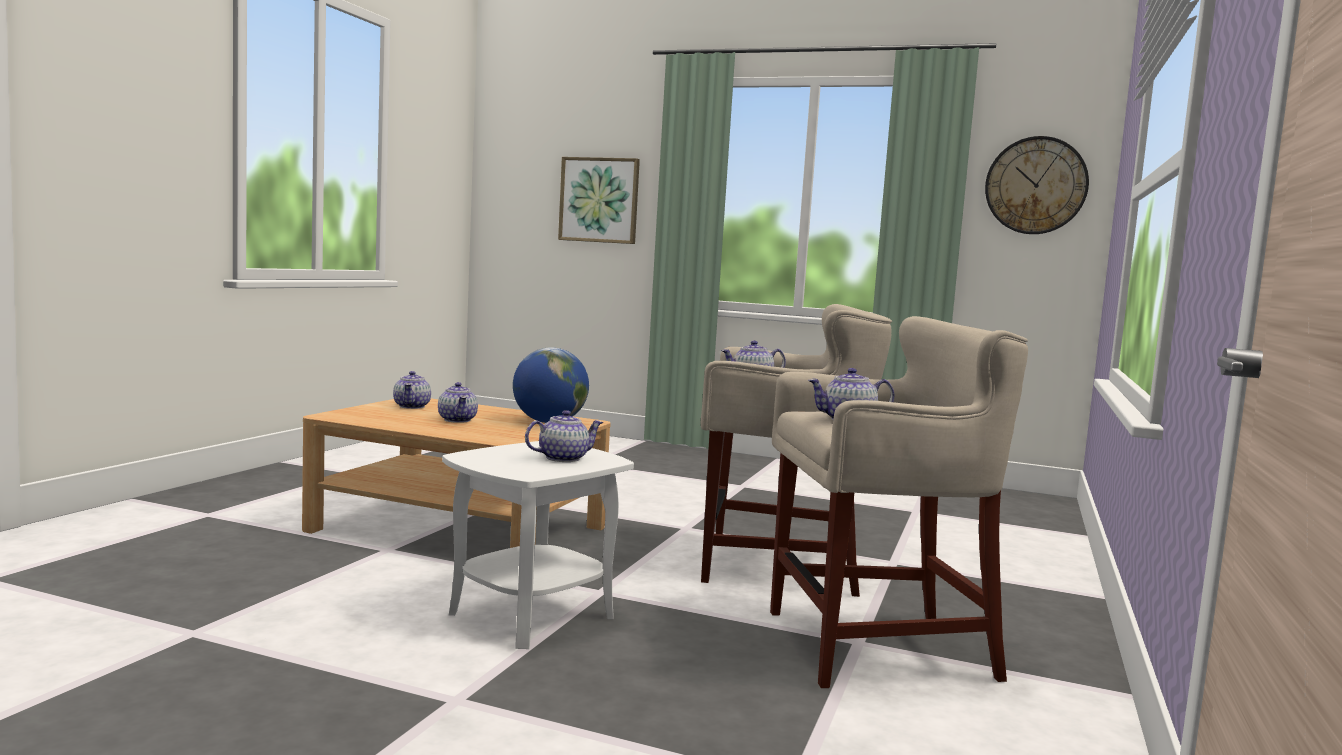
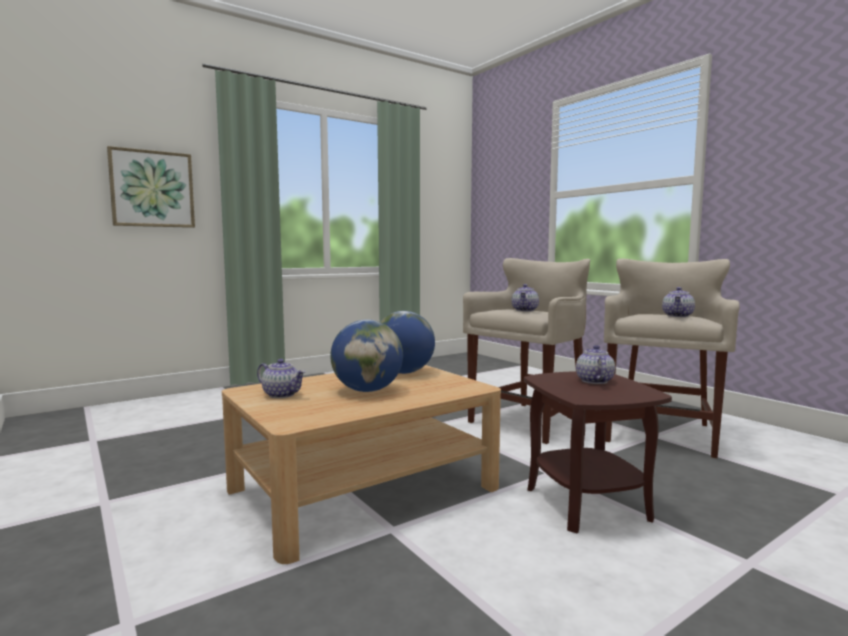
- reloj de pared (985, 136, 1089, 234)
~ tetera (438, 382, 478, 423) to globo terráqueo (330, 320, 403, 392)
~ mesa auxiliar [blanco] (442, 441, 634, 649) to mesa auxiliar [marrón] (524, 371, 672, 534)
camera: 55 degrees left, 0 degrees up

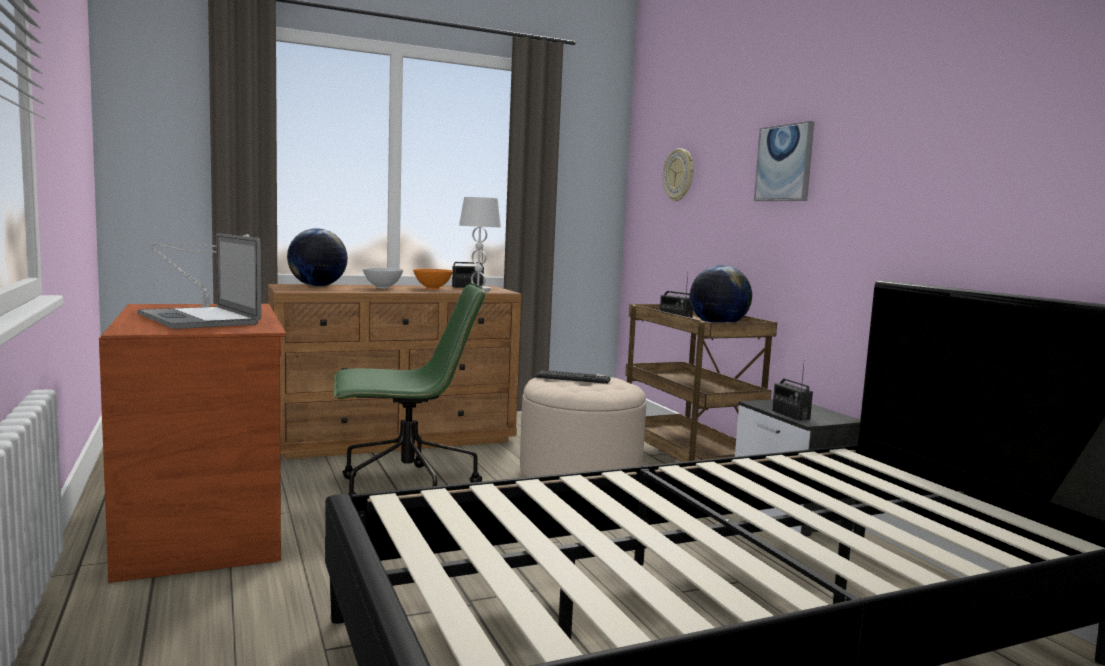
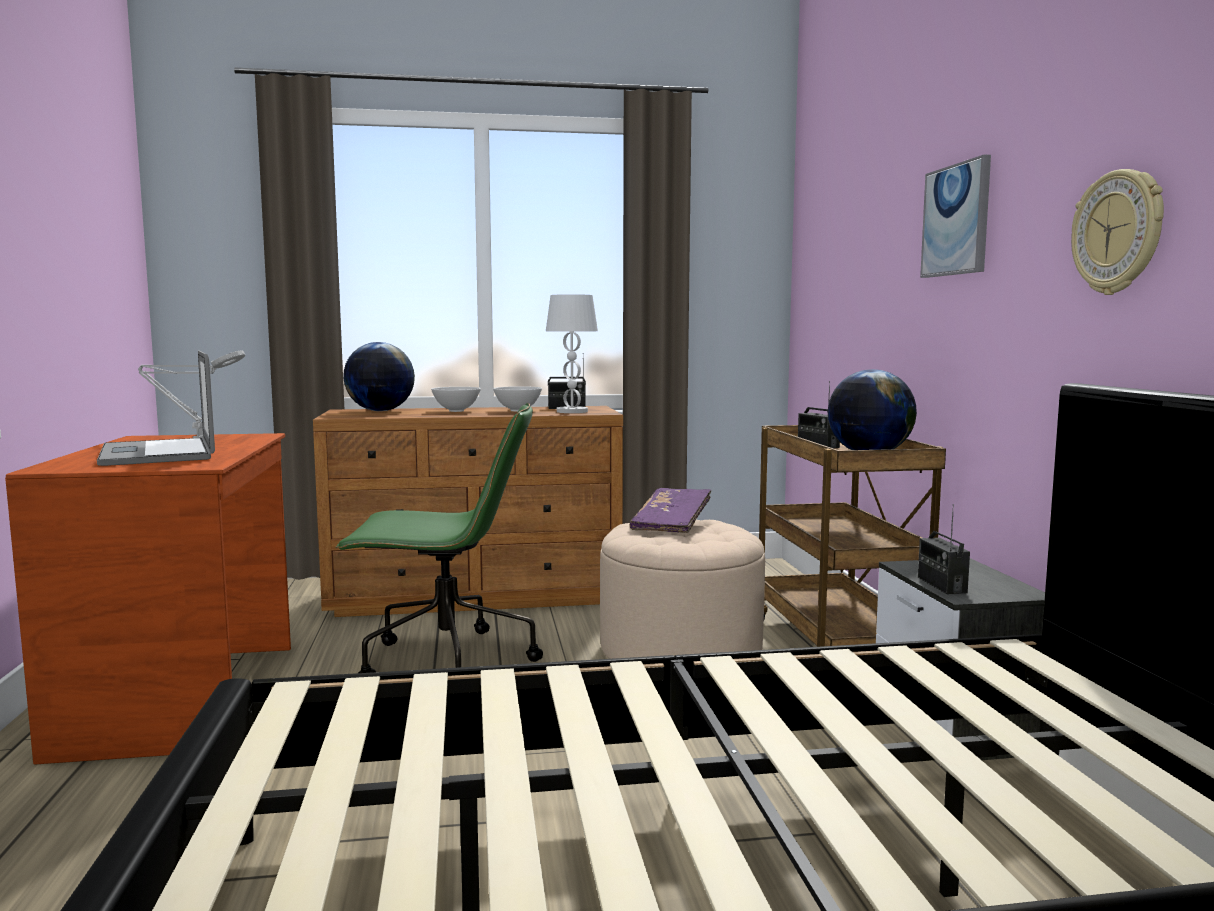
~ reloj de pared (663, 148, 694, 202) to (1071, 169, 1164, 295)
~ teclado (536, 370, 611, 384) to libro [morado] (630, 488, 711, 533)
~ cuenco [naranja] (413, 269, 453, 289) to cuenco [blanco] (493, 386, 542, 412)
camera: 15 degrees right, 0 degrees up

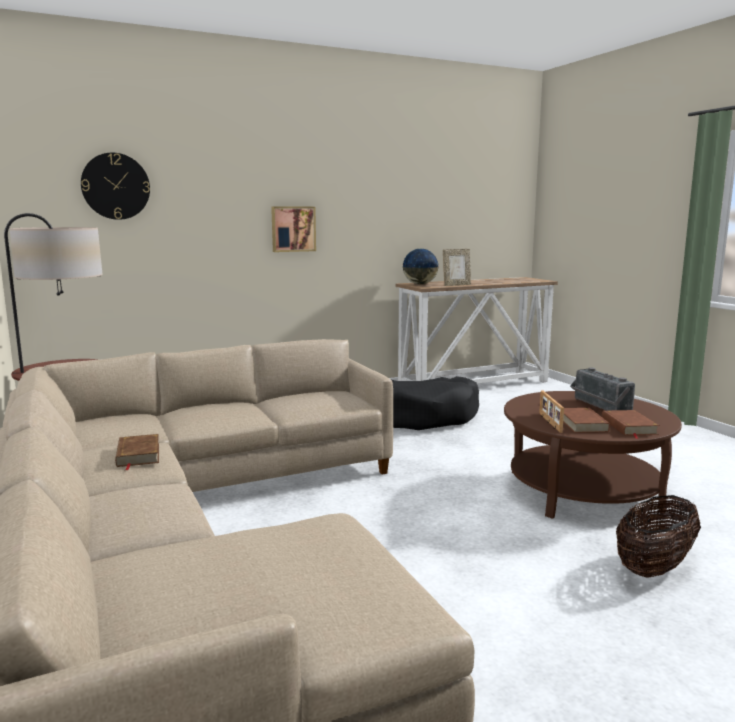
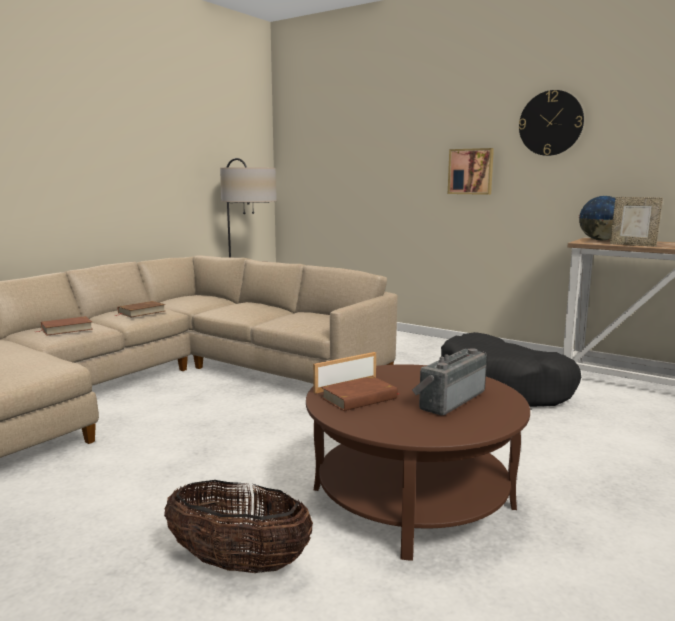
~ reloj de pared (81, 153, 150, 220) to (519, 90, 584, 156)
~ libro [marrón] (602, 410, 660, 439) to (37, 316, 93, 336)
camera: 60 degrees right, 0 degrees up

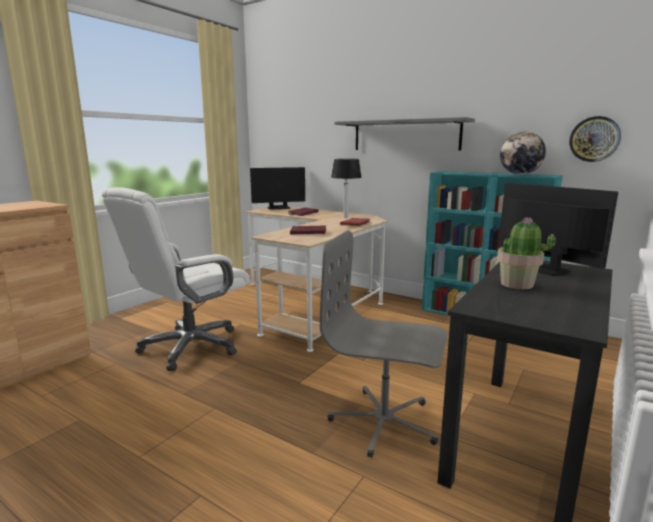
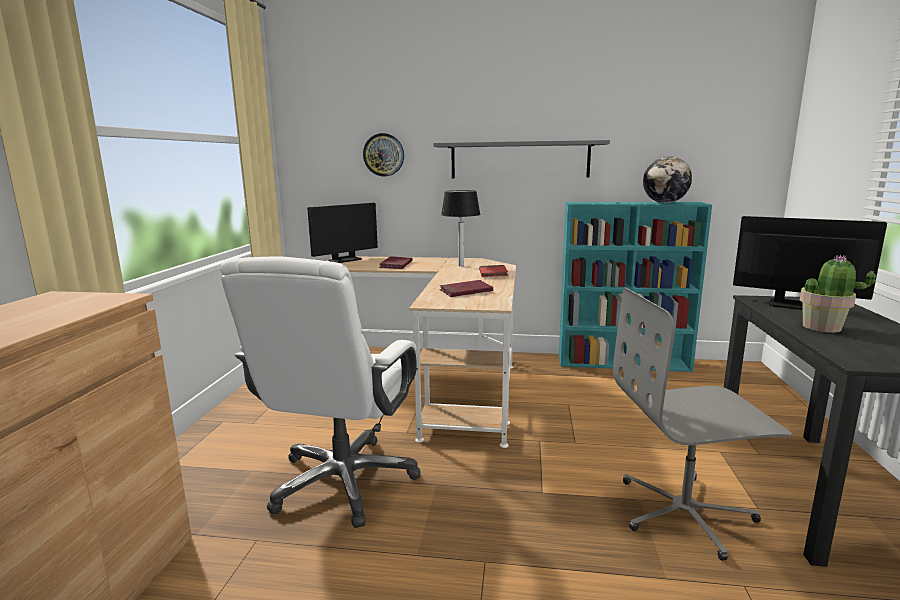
~ reloj de pared (569, 116, 621, 162) to (363, 133, 404, 176)
camera: 25 degrees left, 0 degrees up

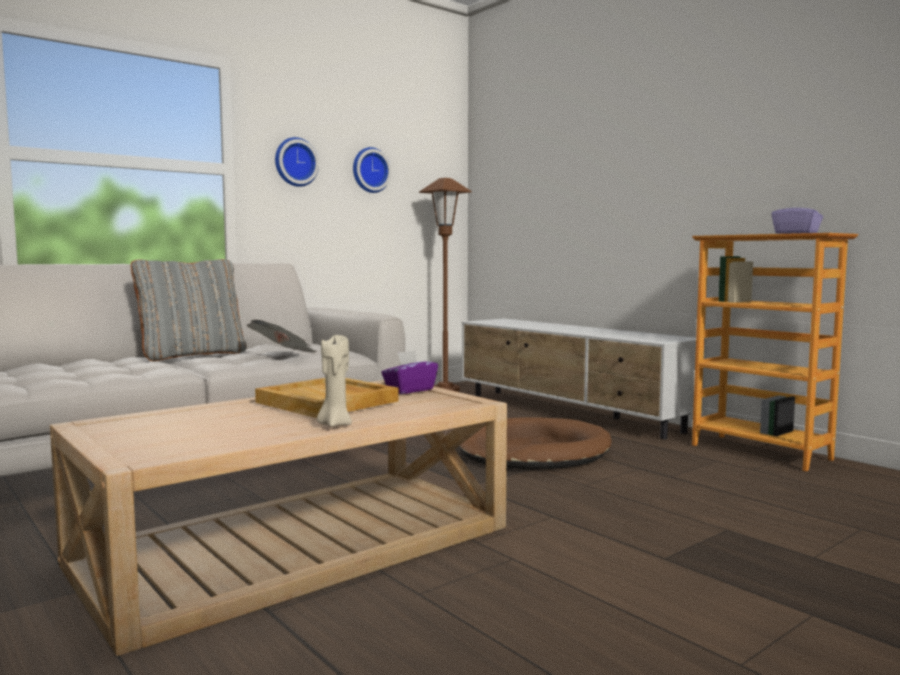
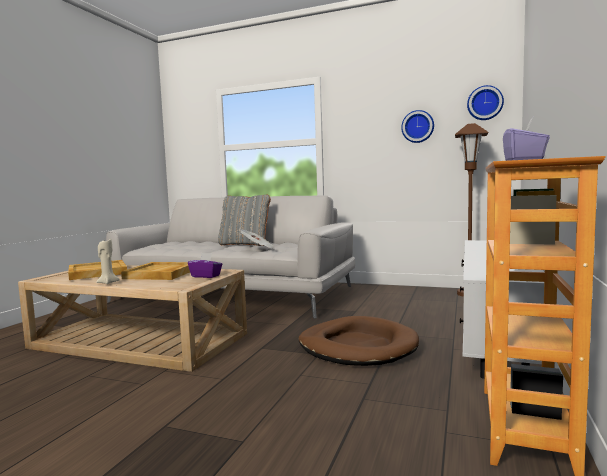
+ bandeja [beis] (68, 260, 127, 280)
~ reloj de pared (275, 137, 319, 187) to (467, 85, 504, 120)
camera: 60 degrees right, 0 degrees up

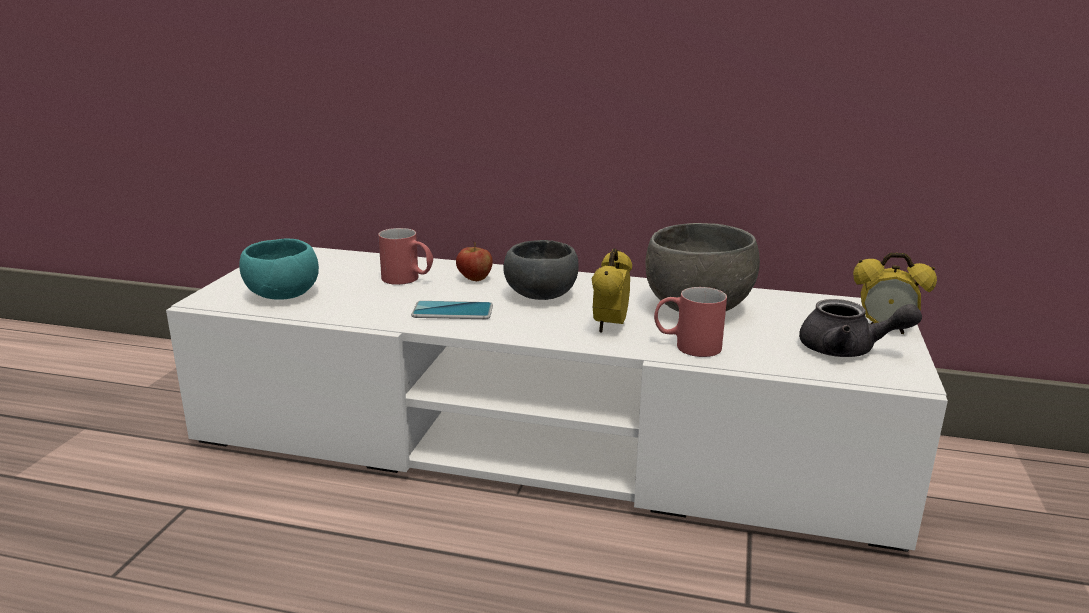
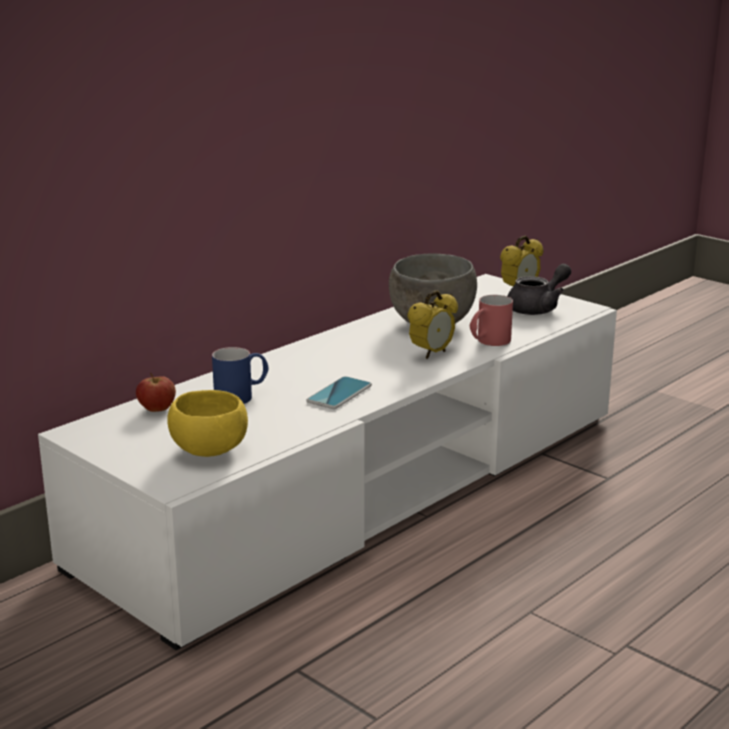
- cuenco [gris] (503, 240, 579, 300)
~ manzana (456, 242, 493, 281) to (136, 373, 176, 412)
~ cuenco [turquesa] (239, 239, 319, 300) to cuenco [amarillo] (167, 390, 248, 457)
~ taza grande [rojo] (378, 228, 433, 285) to taza grande [azul] (212, 347, 269, 404)
~ despertador (592, 248, 632, 333) = (407, 290, 458, 359) 90 degrees counterclockwise
camera: 60 degrees left, 0 degrees up

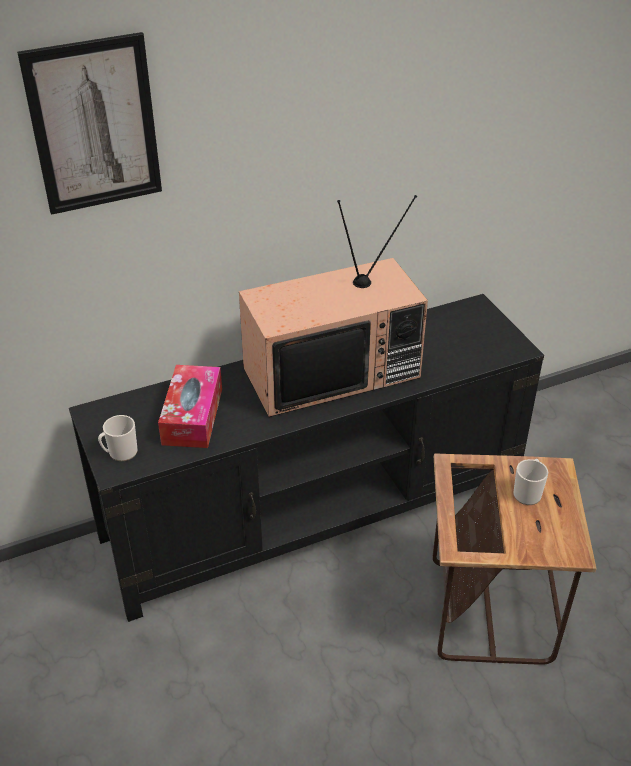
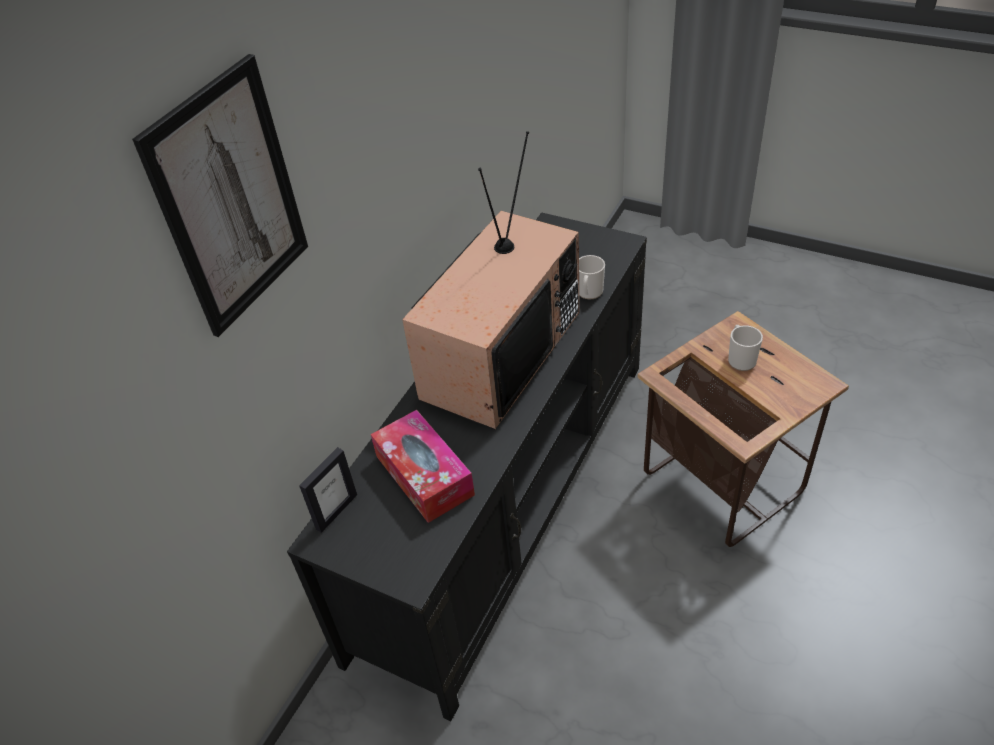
+ portarretratos (299, 447, 357, 533)
~ taza grande (98, 415, 138, 461) to (579, 255, 605, 299)
camera: 35 degrees left, 5 degrees up

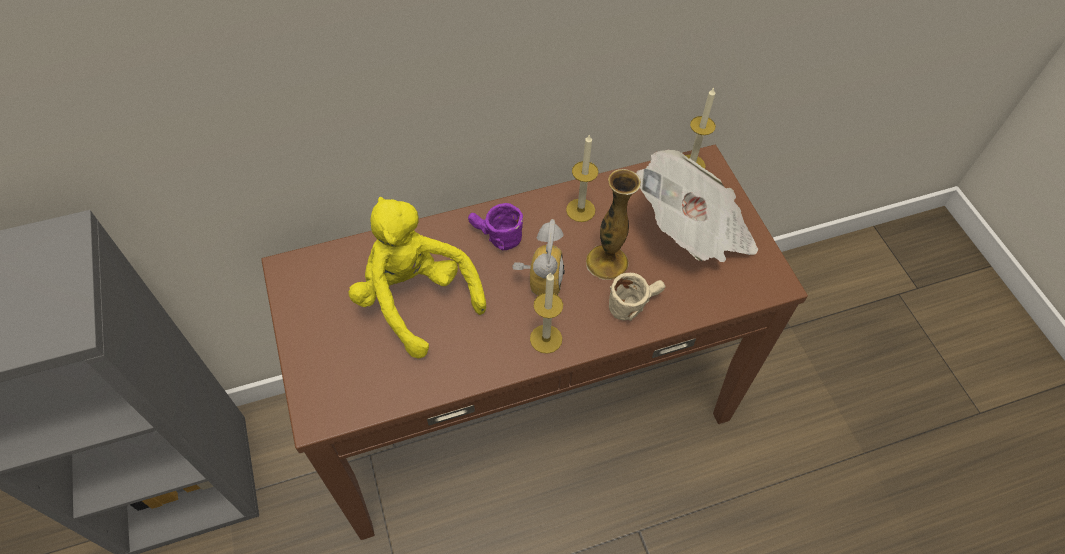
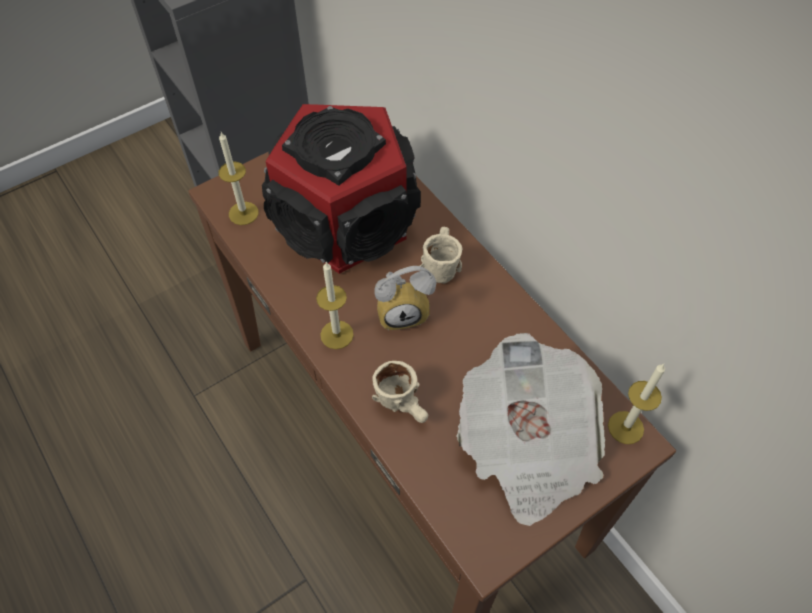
- florero (586, 169, 641, 280)
~ vela (566, 134, 598, 222) to (219, 132, 259, 225)
~ peluche [amarillo] (348, 197, 486, 359) to altavoz (262, 104, 421, 274)
~ taza grande [morado] (468, 203, 523, 250) to taza grande [beis] (420, 227, 463, 283)
camera: 75 degrees right, 0 degrees up

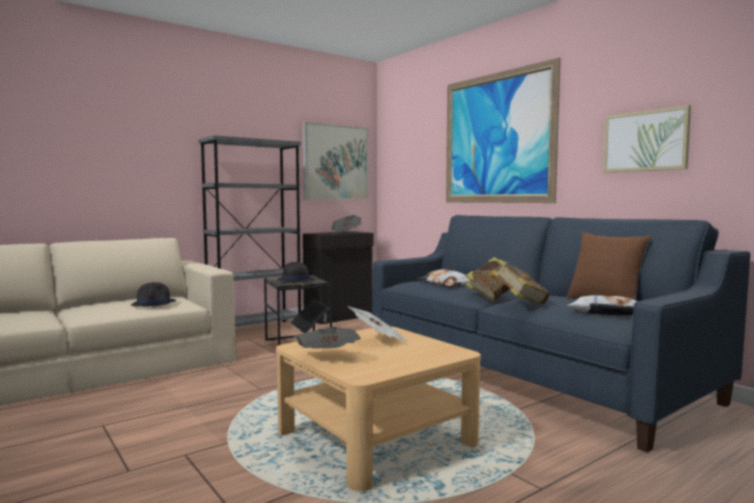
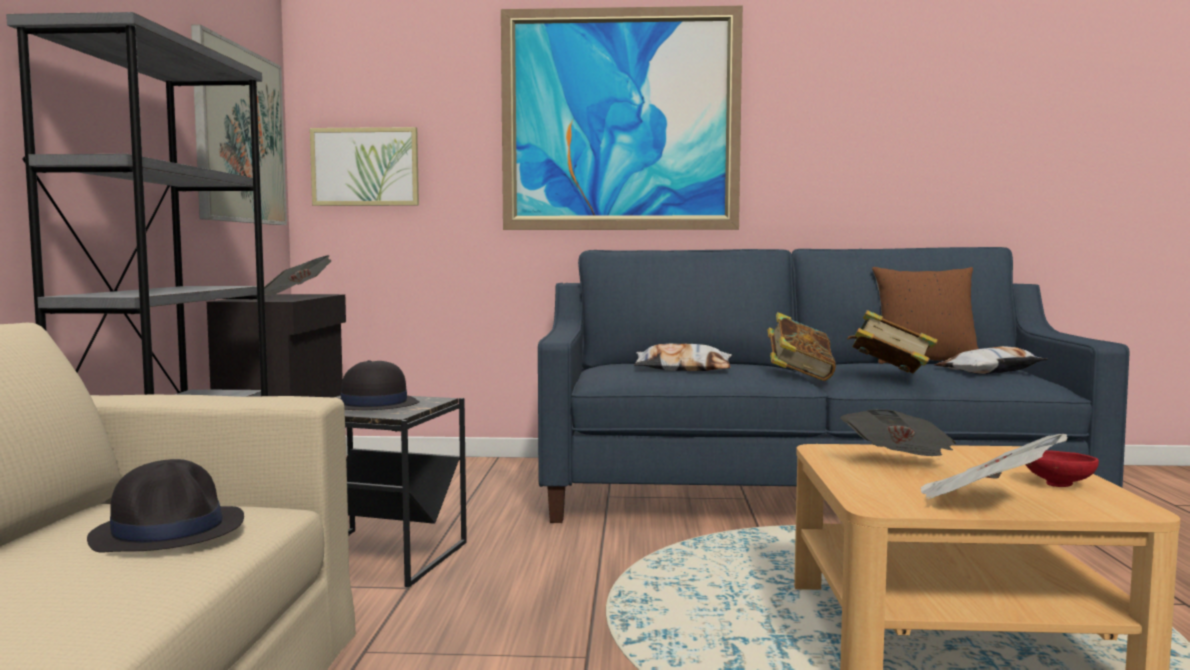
+ cuenco [rojo] (1025, 450, 1099, 487)
~ cuadro (603, 105, 691, 173) to (310, 127, 419, 206)
camera: 50 degrees left, 0 degrees up

